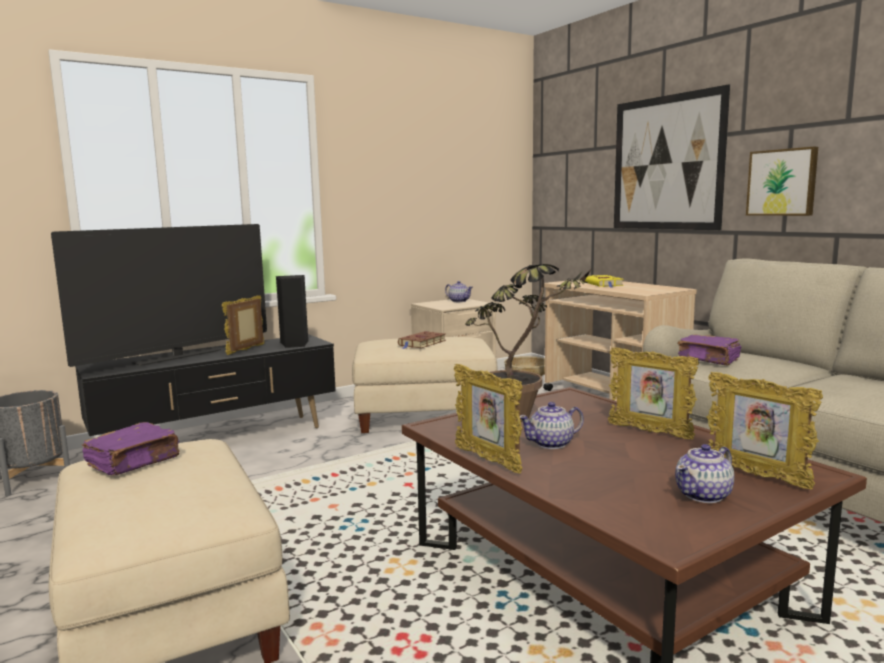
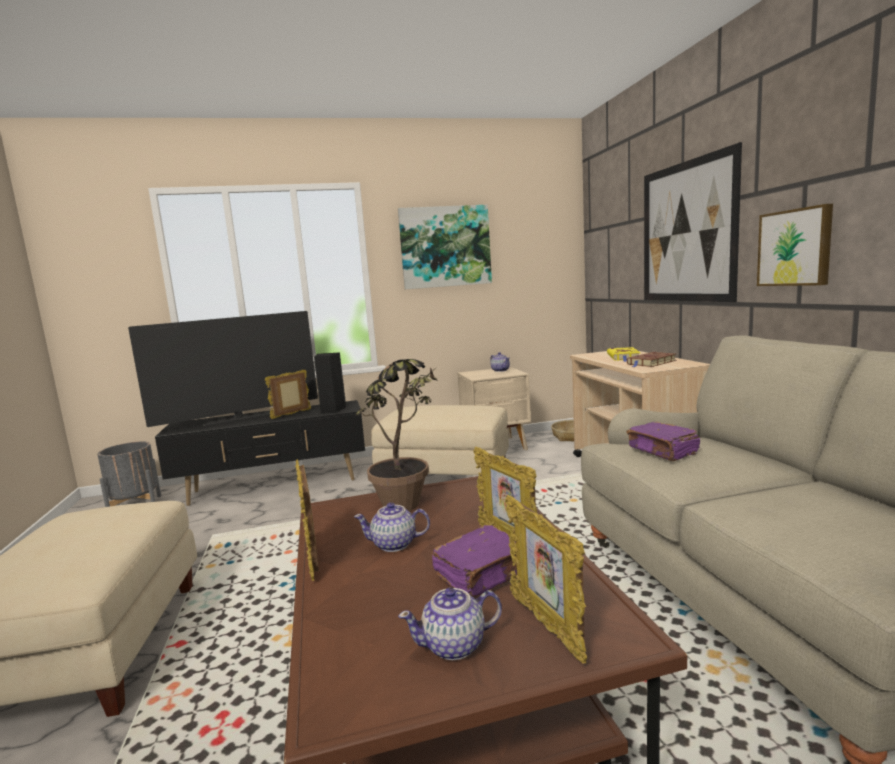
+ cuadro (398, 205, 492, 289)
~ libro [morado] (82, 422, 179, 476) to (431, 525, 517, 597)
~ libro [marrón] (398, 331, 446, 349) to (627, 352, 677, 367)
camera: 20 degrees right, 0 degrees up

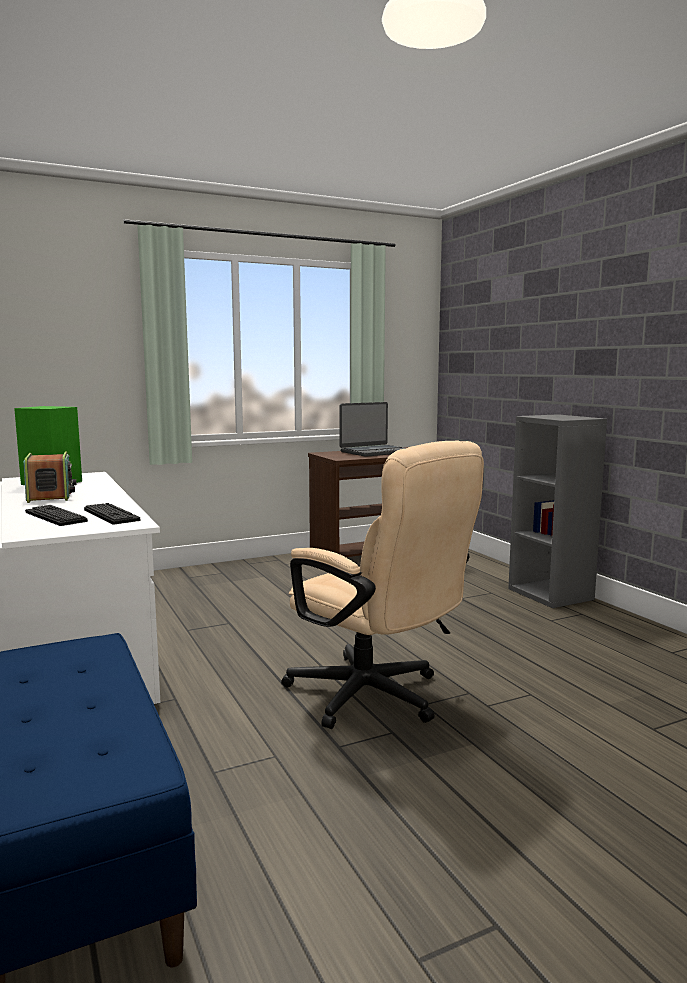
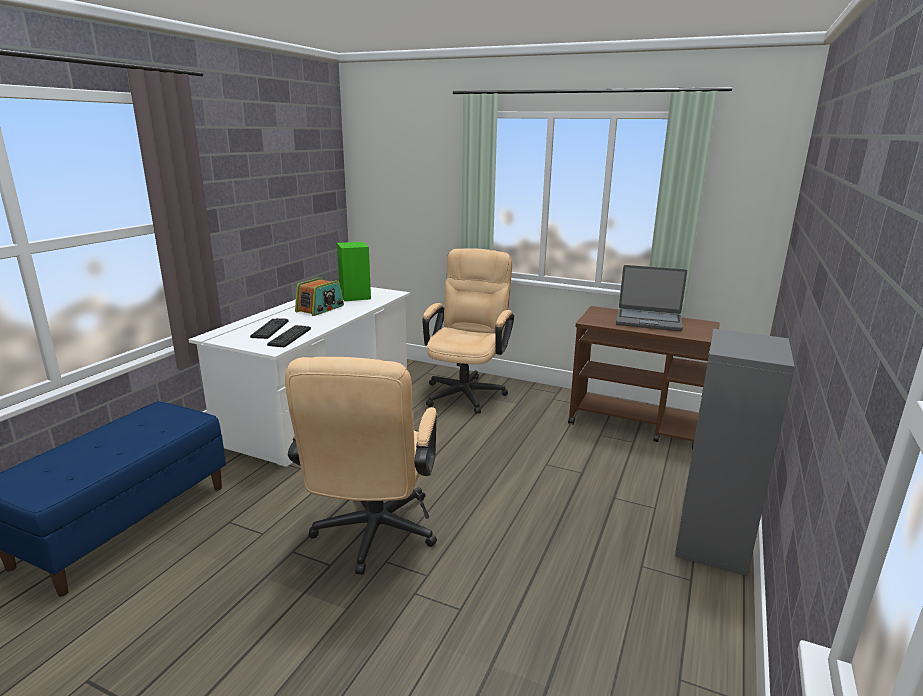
+ silla de oficina [beis] (422, 248, 514, 414)
camera: 50 degrees right, 10 degrees up

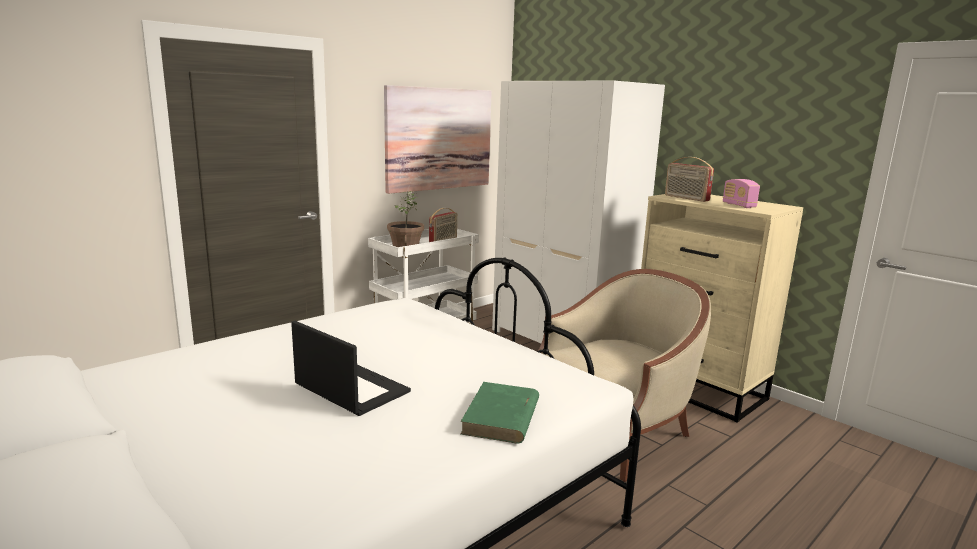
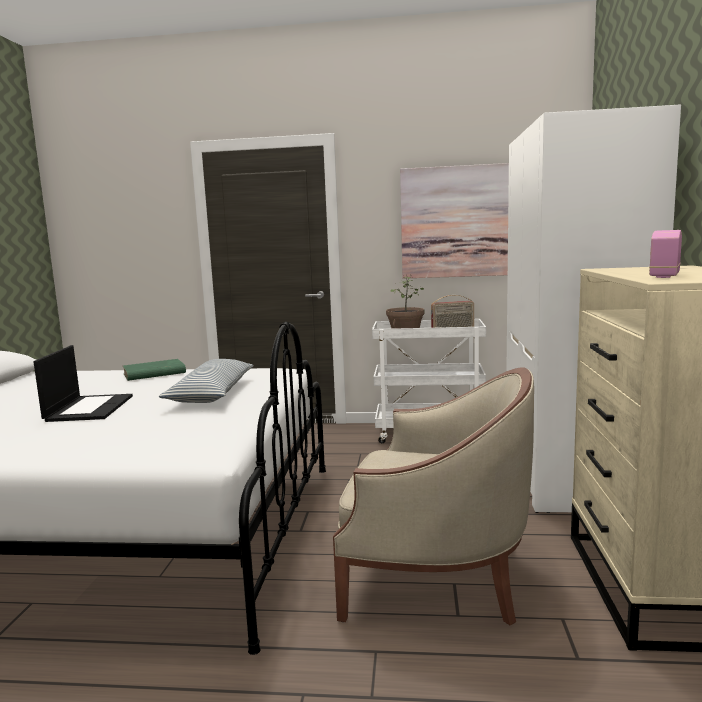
- radio (665, 157, 714, 202)
+ cojín (159, 359, 254, 403)
~ libro [verde] (461, 382, 539, 444) to (123, 359, 186, 381)
camera: 50 degrees right, 5 degrees down

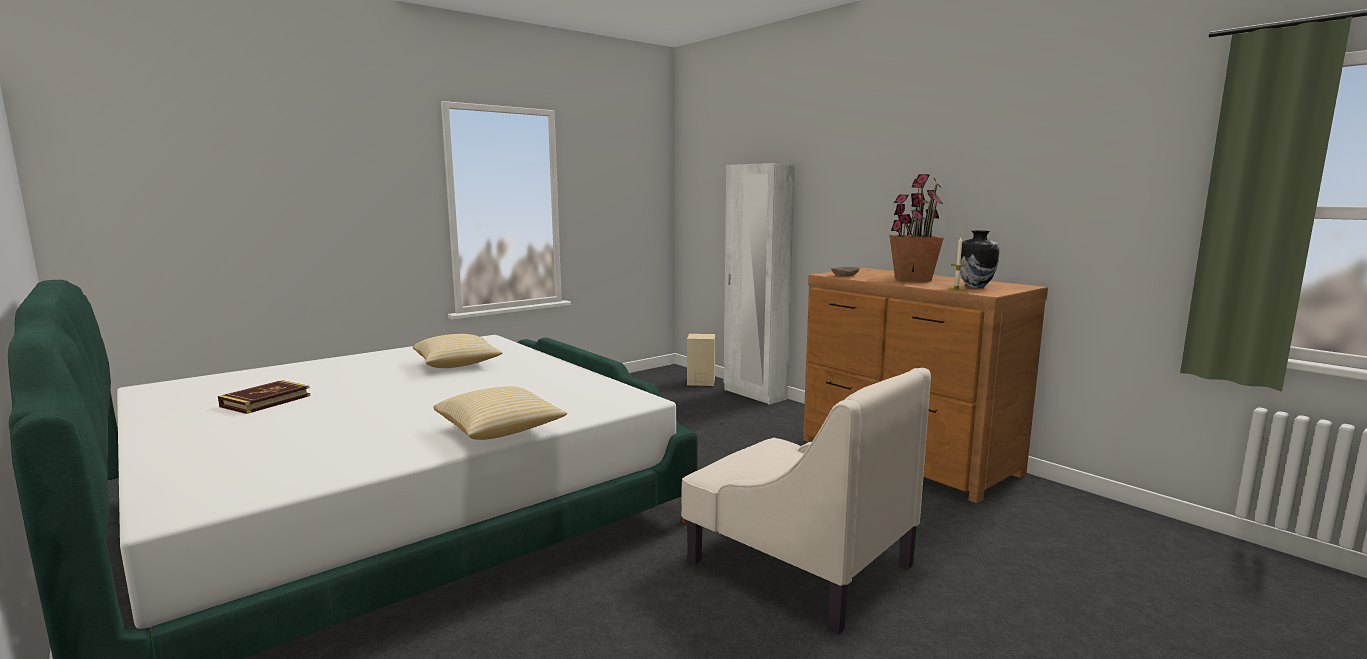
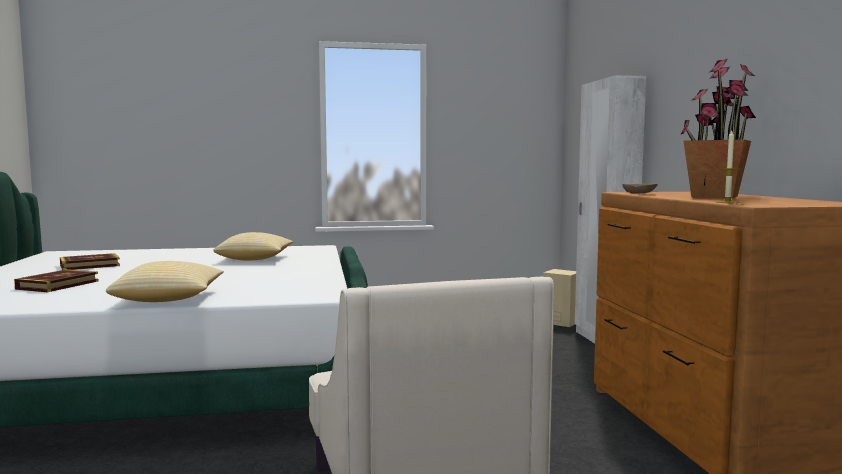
- florero (960, 230, 1000, 288)
+ libro (14, 269, 98, 292)
camera: 30 degrees right, 5 degrees down

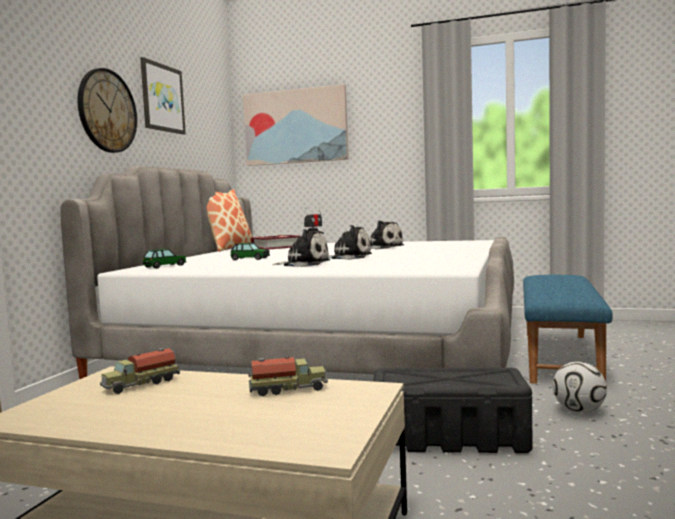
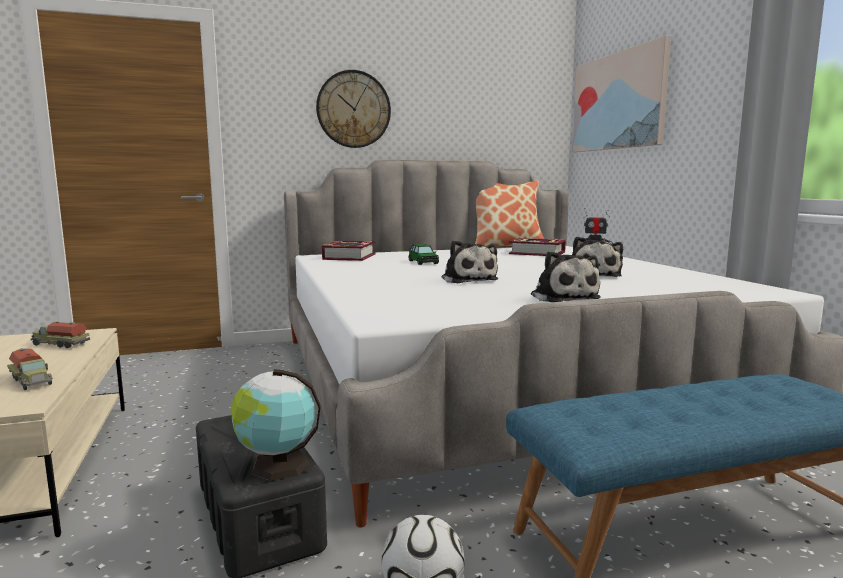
- cuadro (140, 57, 186, 135)
+ globo terráqueo (231, 369, 321, 481)
~ peluche (272, 229, 330, 267) to (531, 251, 601, 302)
~ coche de juguete (143, 249, 186, 268) to libro (322, 241, 376, 261)
camera: 55 degrees right, 5 degrees up

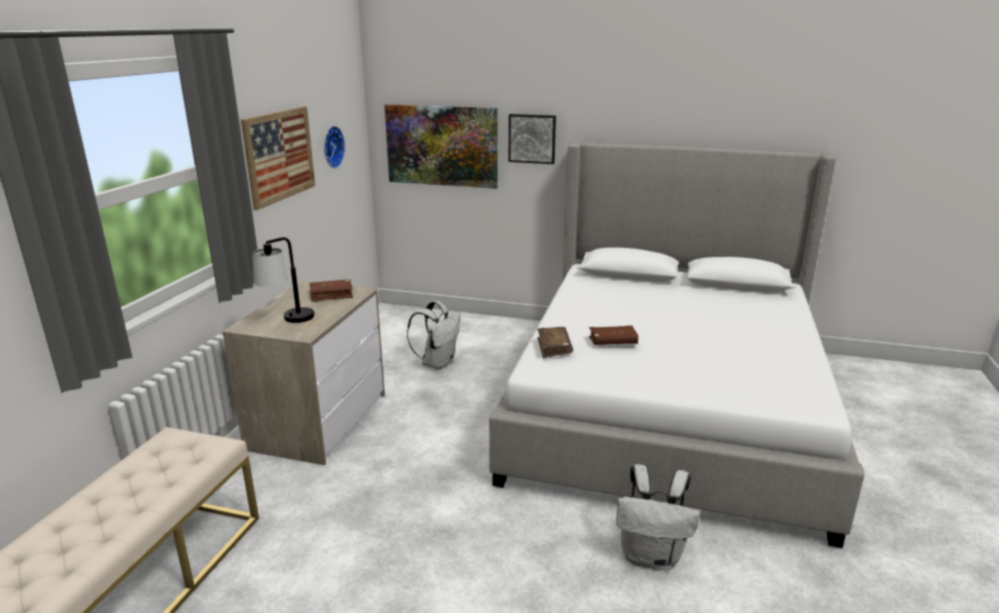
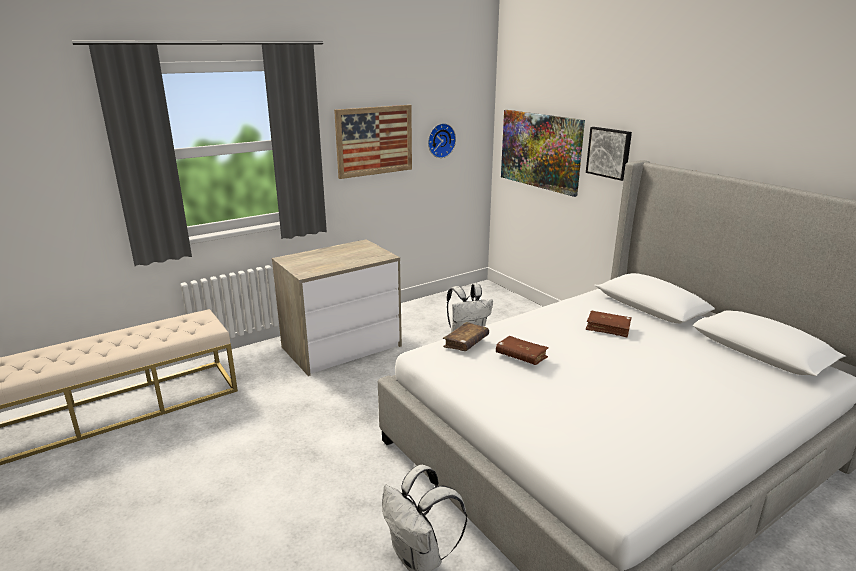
- lámpara de mesa (252, 237, 314, 323)
~ libro [marrón] (309, 279, 353, 302) to (586, 311, 631, 337)
camera: 40 degrees right, 0 degrees up

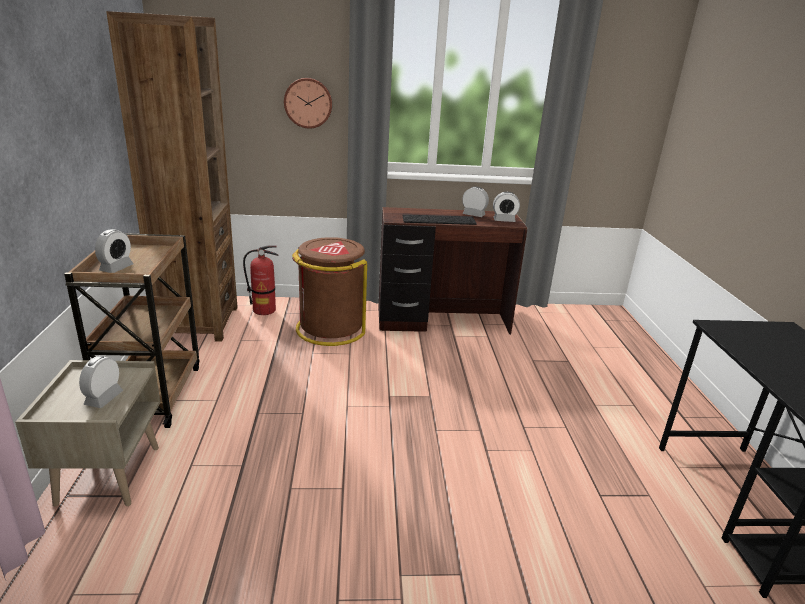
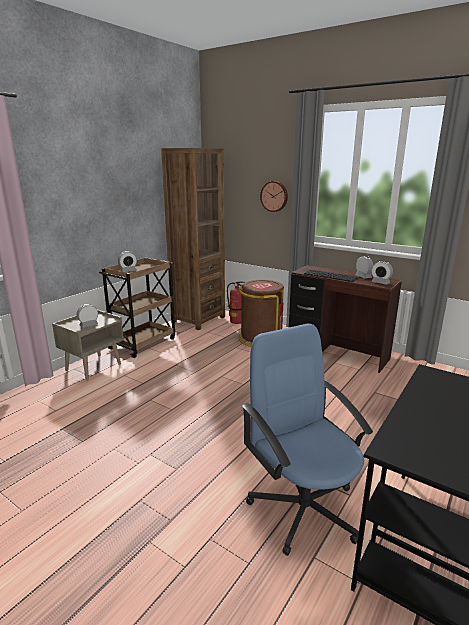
+ silla de oficina [azul] (242, 323, 373, 556)
camera: 40 degrees right, 5 degrees down

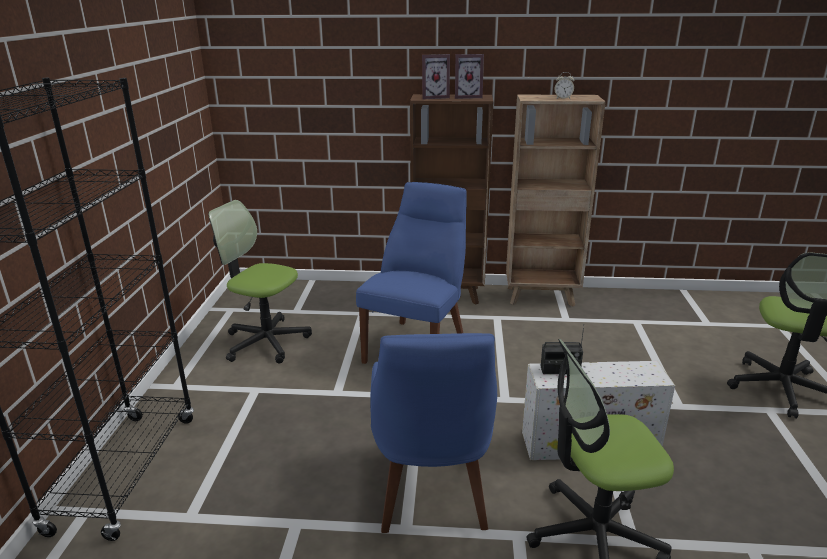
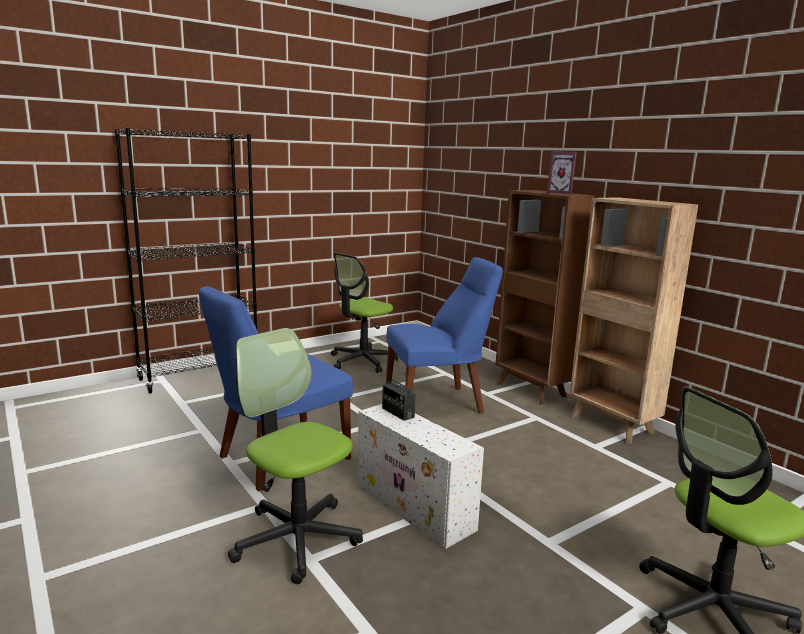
- portarretratos (422, 54, 450, 99)
- despertador (555, 72, 574, 99)
~ silla de oficina (208, 200, 312, 364) = (331, 252, 398, 373) 120 degrees counterclockwise
camera: 50 degrees right, 10 degrees down

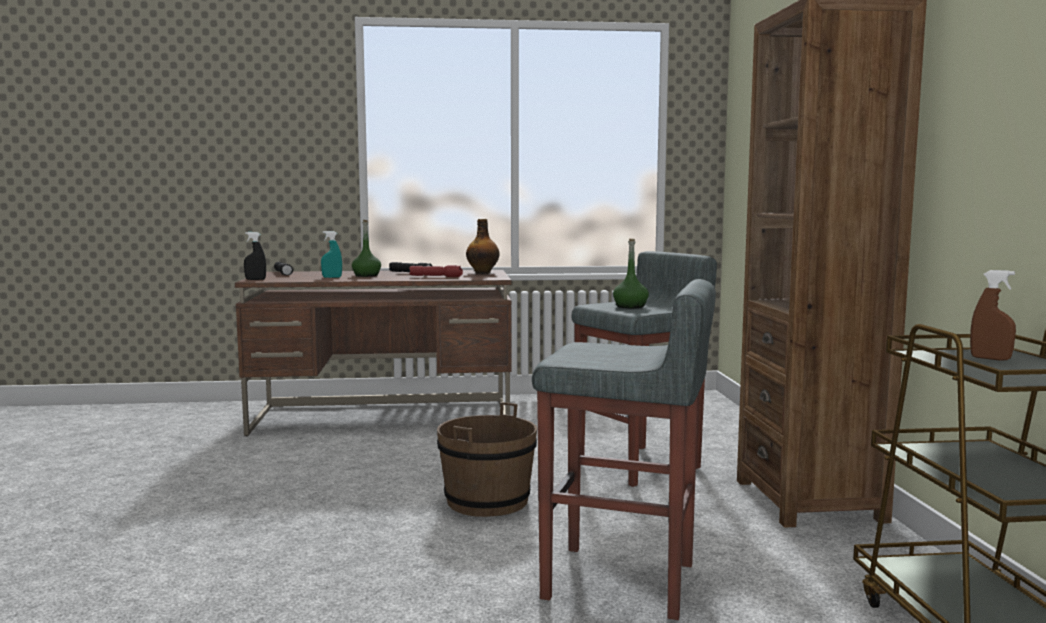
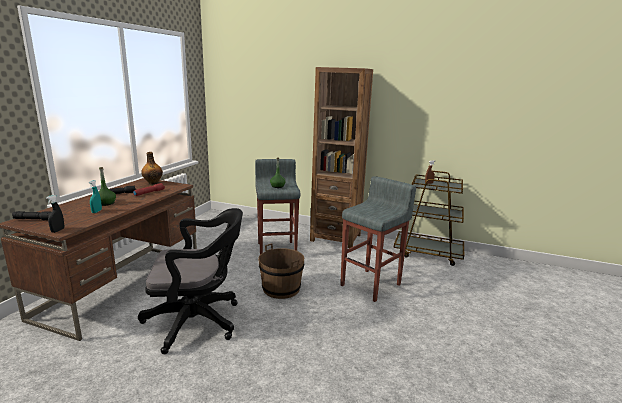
+ silla de oficina [negro] (138, 208, 243, 354)
camera: 65 degrees left, 10 degrees up

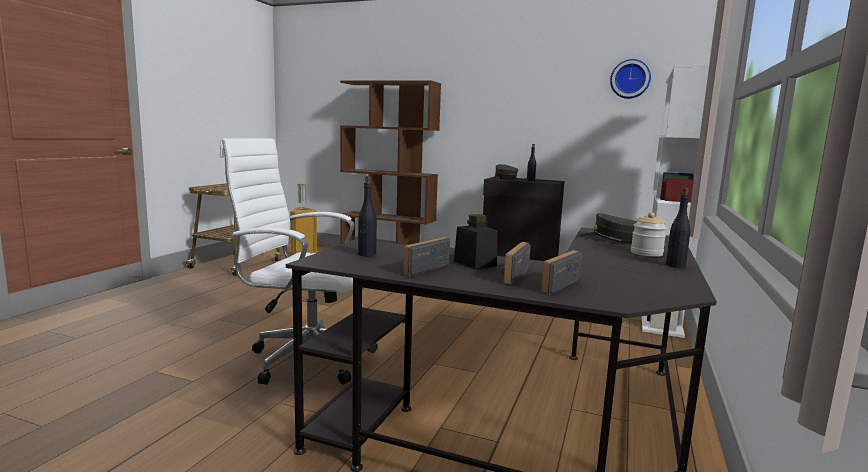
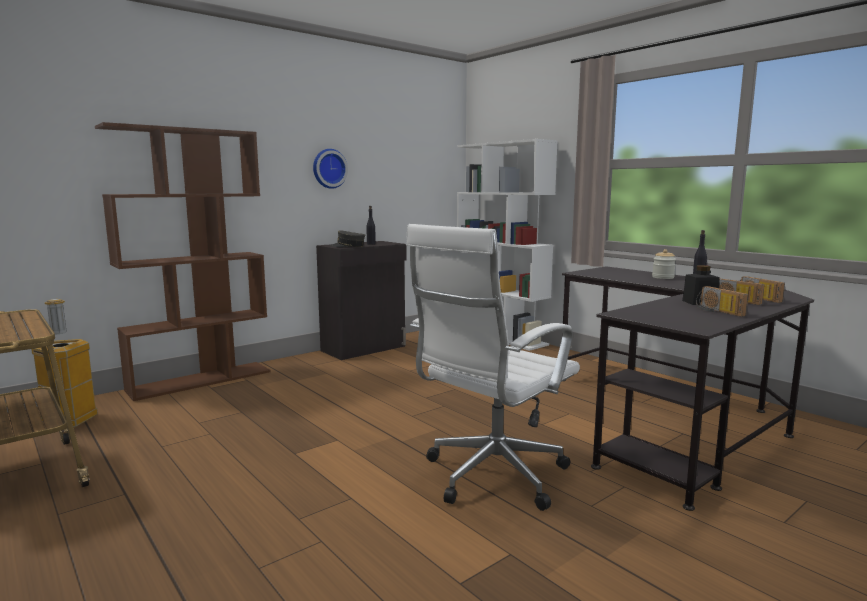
- botella [negro] (358, 176, 377, 256)
- gorra [gris] (580, 213, 637, 243)
~ reloj de pared (610, 59, 651, 99) to (313, 149, 348, 189)
camera: 60 degrees left, 0 degrees up

